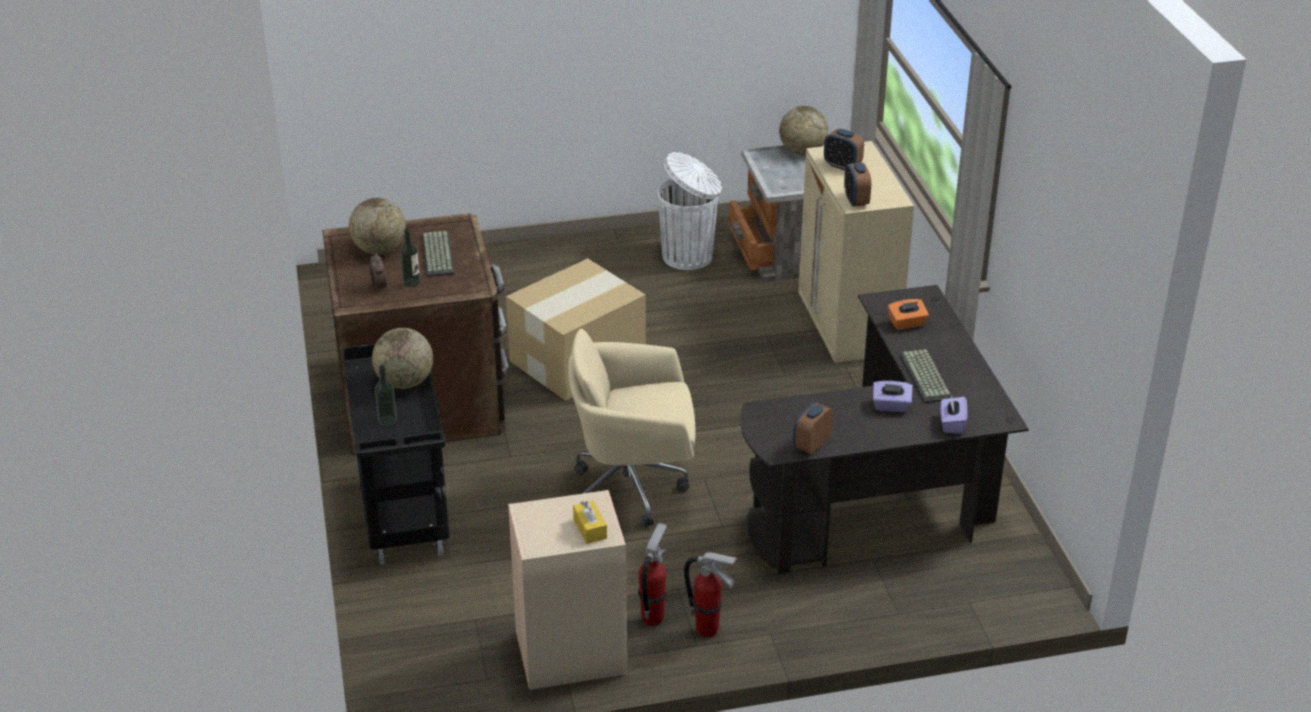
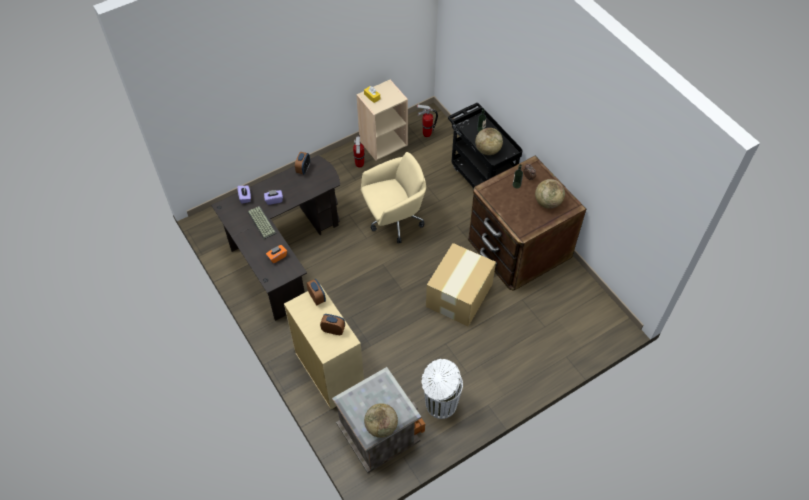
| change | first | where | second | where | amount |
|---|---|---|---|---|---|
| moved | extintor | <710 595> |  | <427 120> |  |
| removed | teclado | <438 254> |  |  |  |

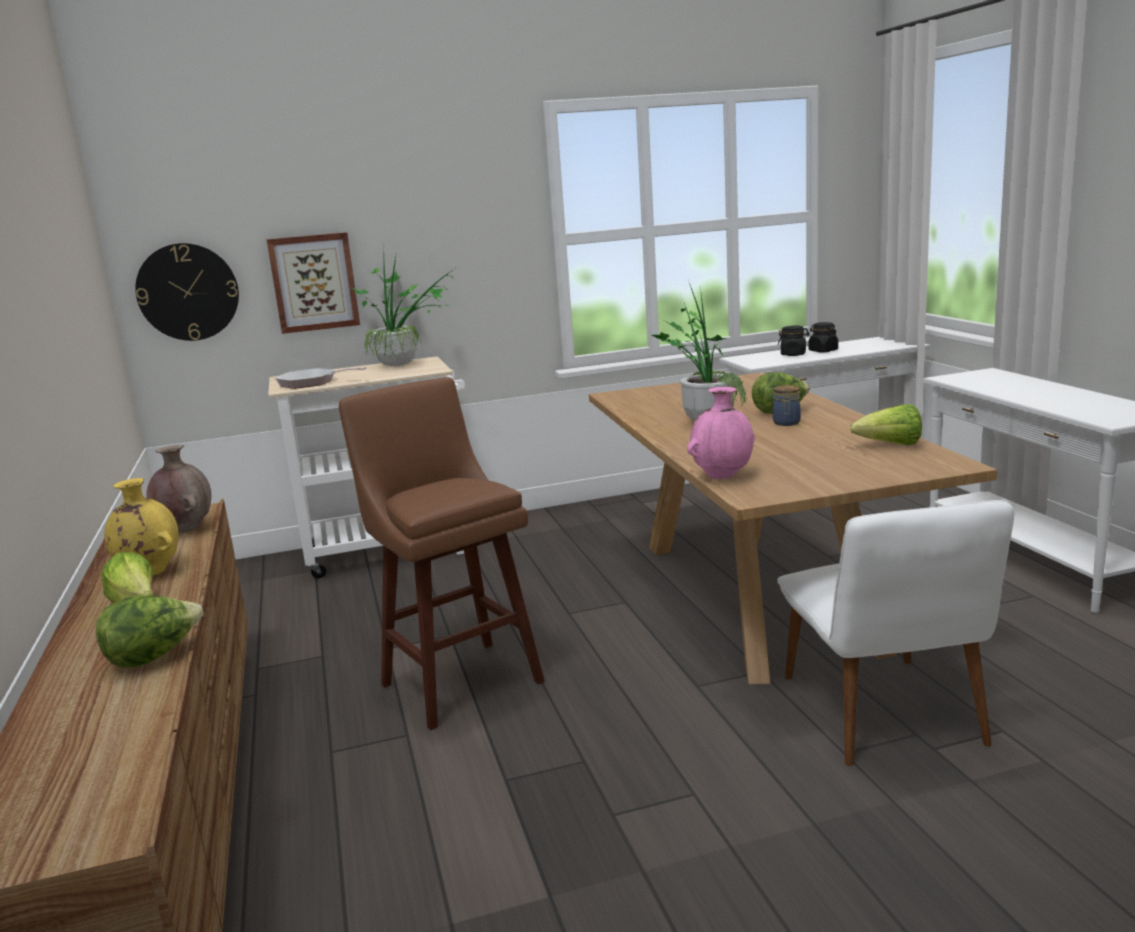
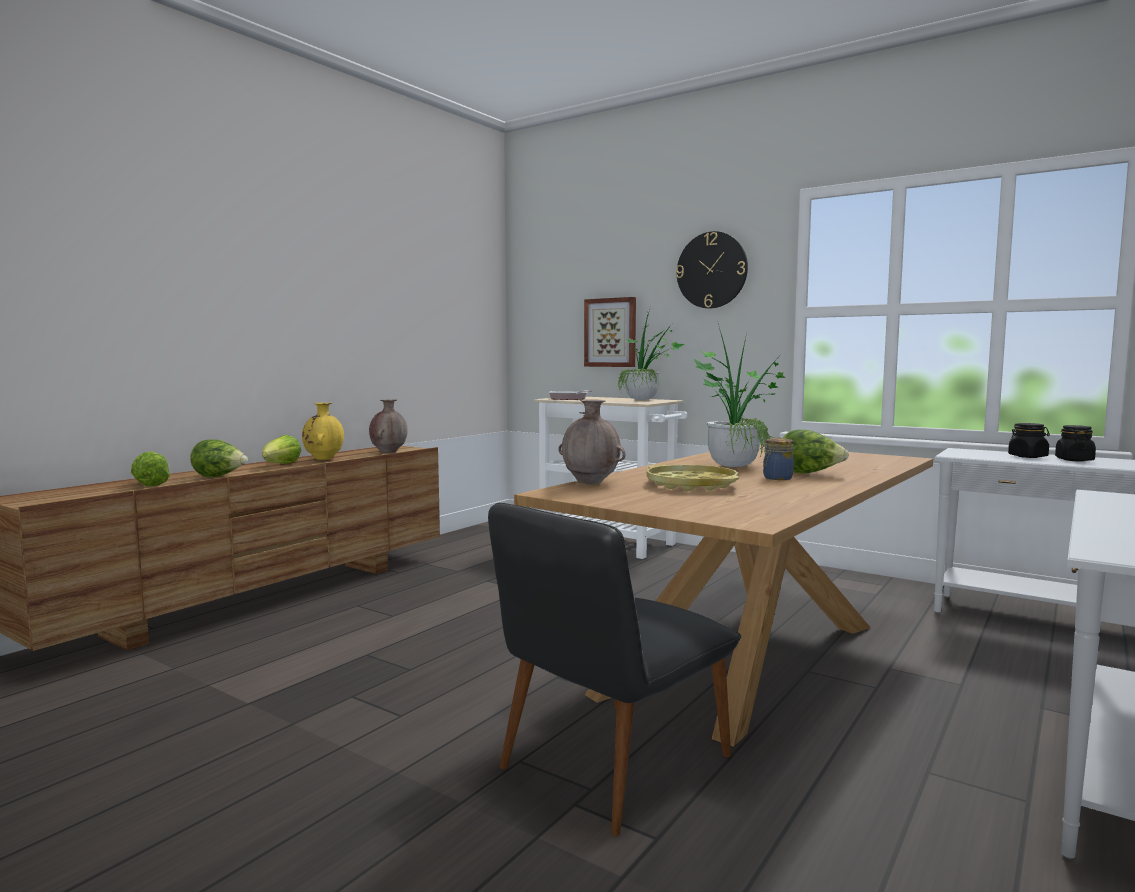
| change | first | where | second | where | amount |
|---|---|---|---|---|---|
| moved | lechuga | <886 424> |  | <150 468> |  |
| recoloured | silla/blanco | <895 633> | silla/negro | <614 669> |  |
| recoloured | florero/rosa | <721 433> | florero/marrón | <592 442> |  |
| added |  |  | bandeja/amarillo | <692 478> |  |
| moved | reloj de pared | <187 292> |  | <712 269> |  |
| removed | taburete/marrón | <442 553> |  |  |  |

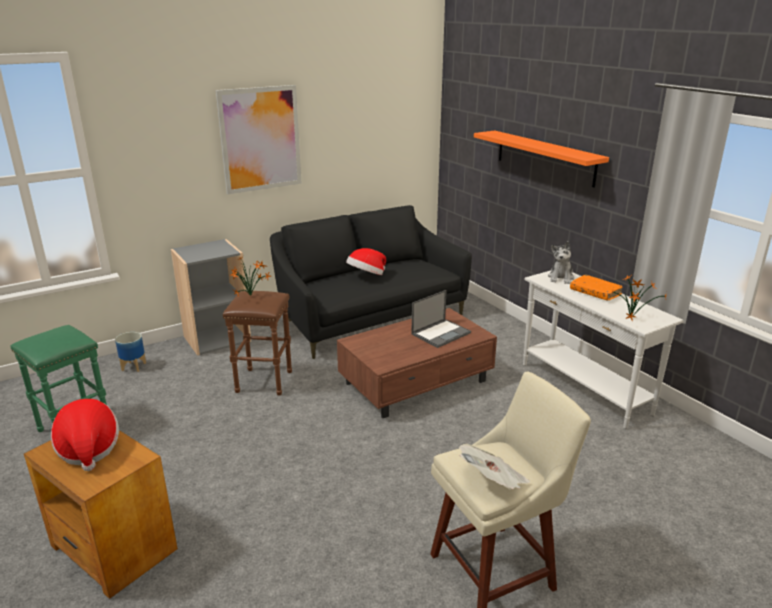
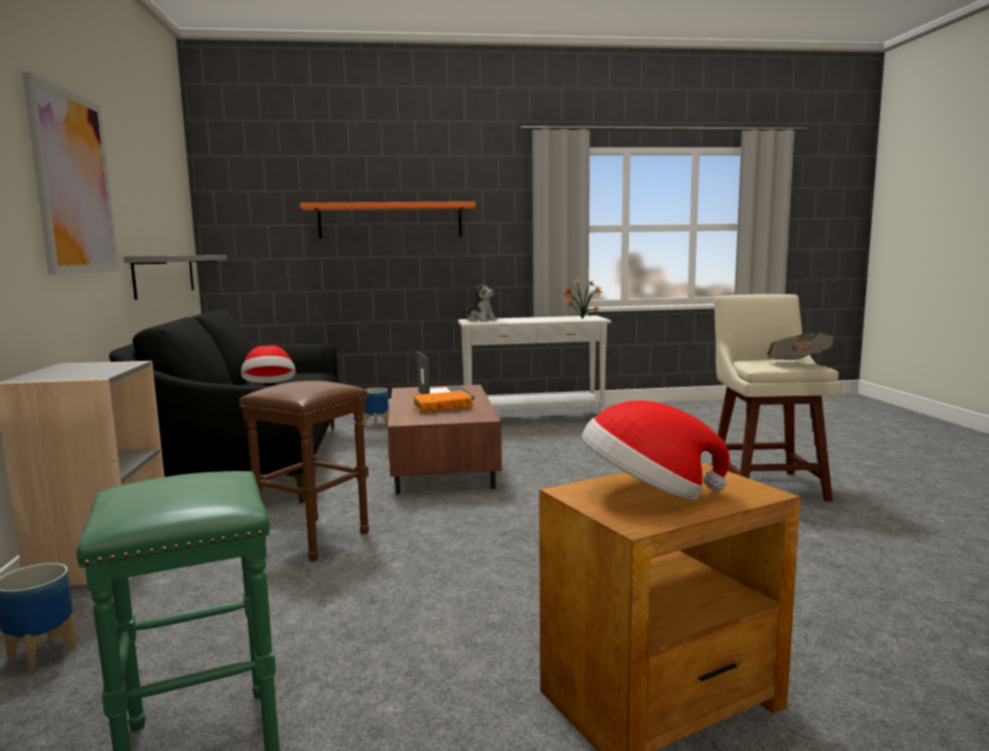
| change | first | where | second | where | amount |
|---|---|---|---|---|---|
| added |  |  | estante/gris | <175 277> |  |
| added |  |  | maceta | <376 408> |  |
| moved | libro/naranja | <596 288> |  | <443 401> |  |
| removed | planta en maceta | <250 277> |  |  |  |

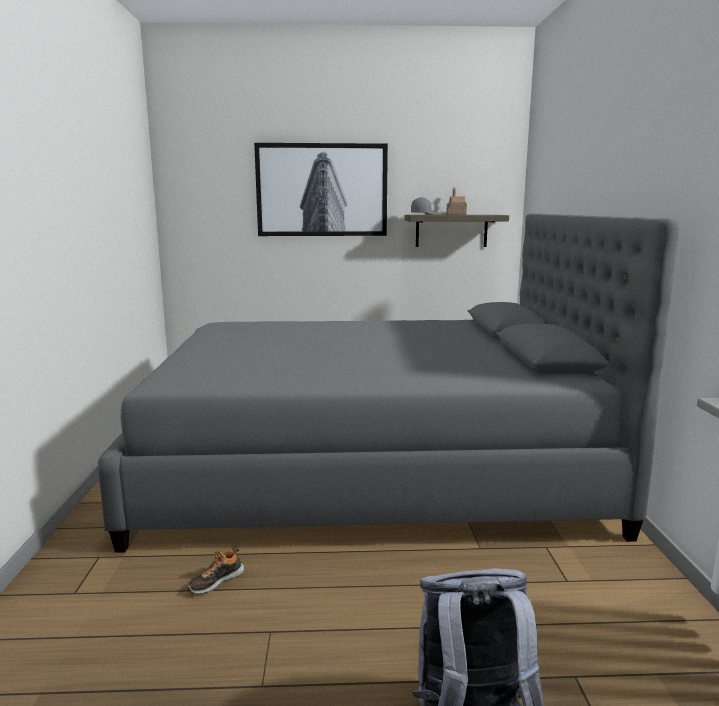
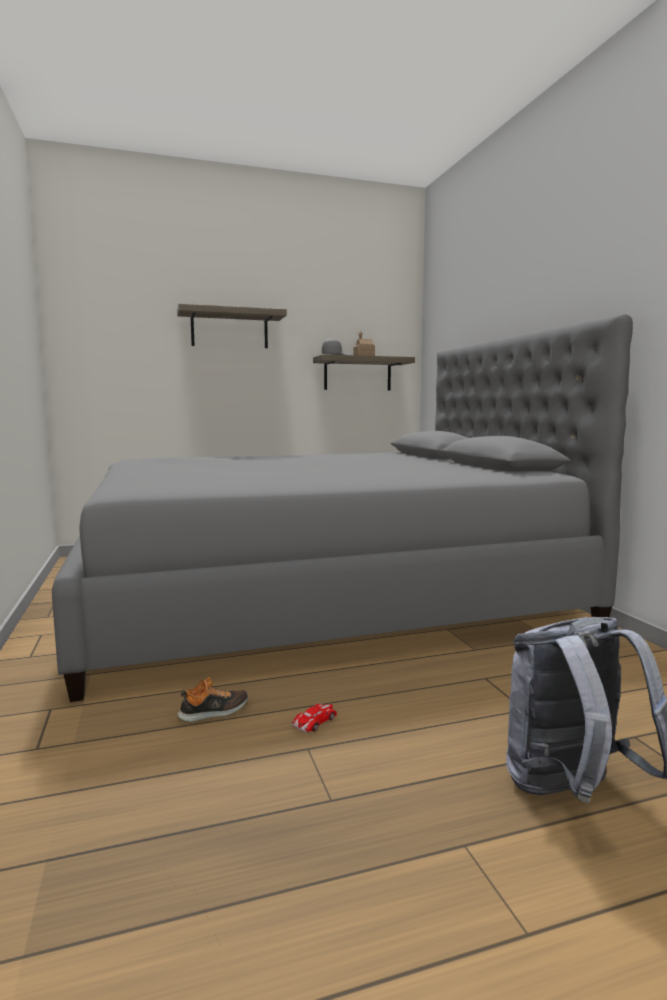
| change | first | where | second | where | amount |
|---|---|---|---|---|---|
| replaced | cuadro | <321 189> | estante | <232 326> |  |
| turned | zapato | <215 571> |  | <213 699> | 150 degrees counterclockwise |
| added |  |  | coche de juguete | <314 718> |  |

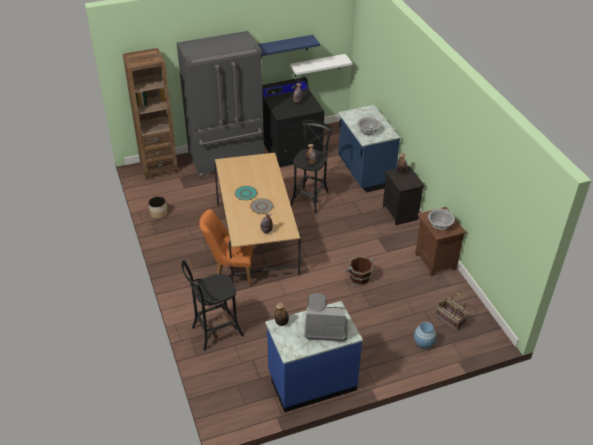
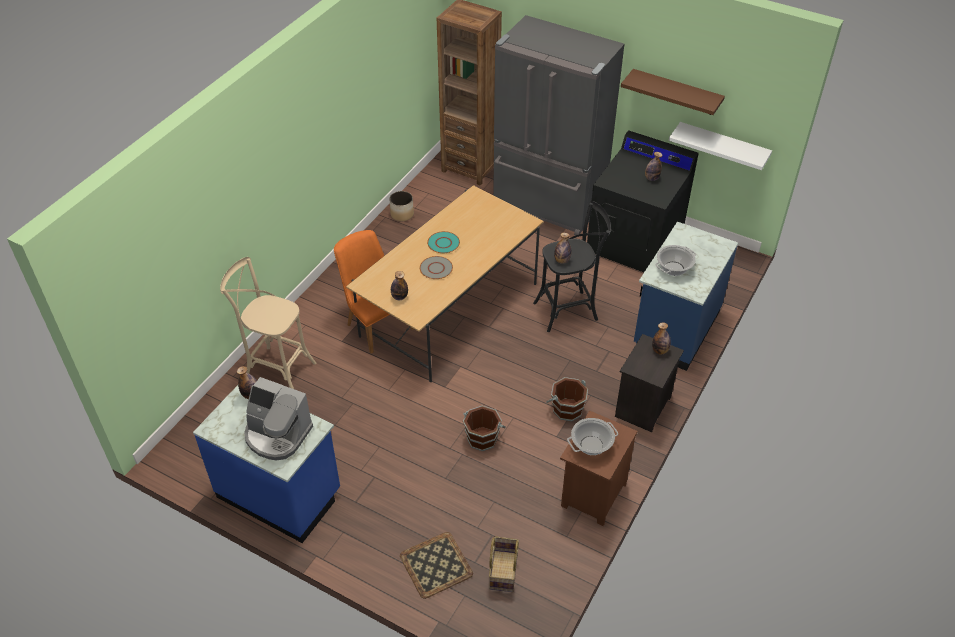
| change | first | where | second | where | amount |
|---|---|---|---|---|---|
| recoloured | taburete/negro | <213 305> | taburete/beis | <268 323> |  |
| turned | cafetera | <326 317> |  | <278 419> | 150 degrees clockwise |
| replaced | florero/azul | <425 335> | bandeja | <436 565> |  |
| added |  |  | cubo/marrón | <567 399> |  |
| recoloured | estante/azul | <289 46> | estante/marrón | <673 92> |  |

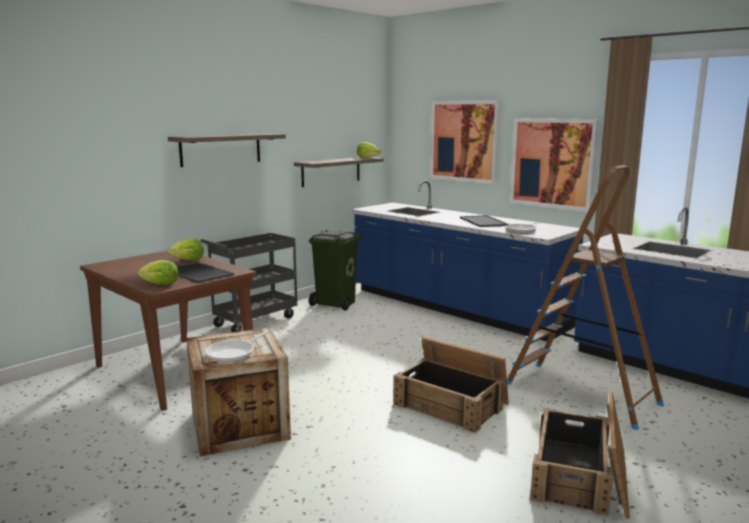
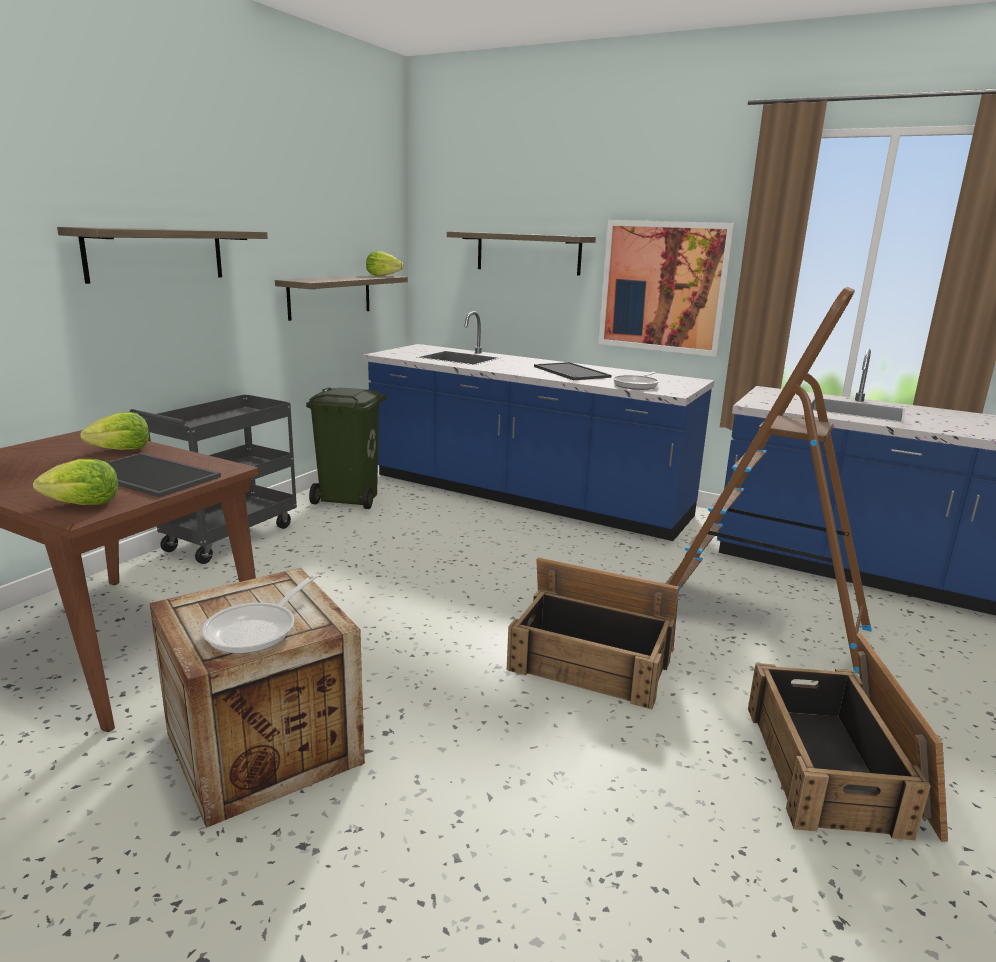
| change | first | where | second | where | amount |
|---|---|---|---|---|---|
| replaced | cuadro | <465 142> | estante | <521 254> |  |

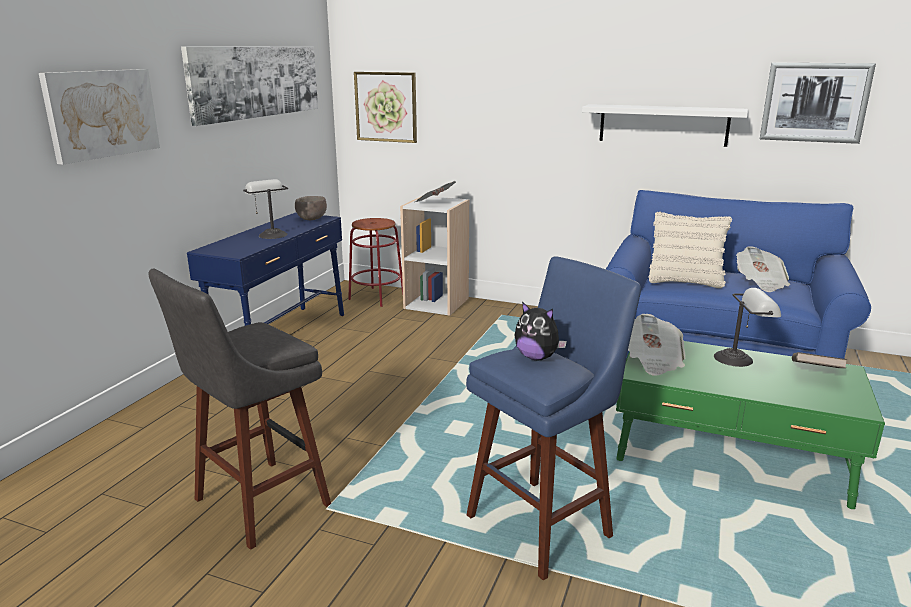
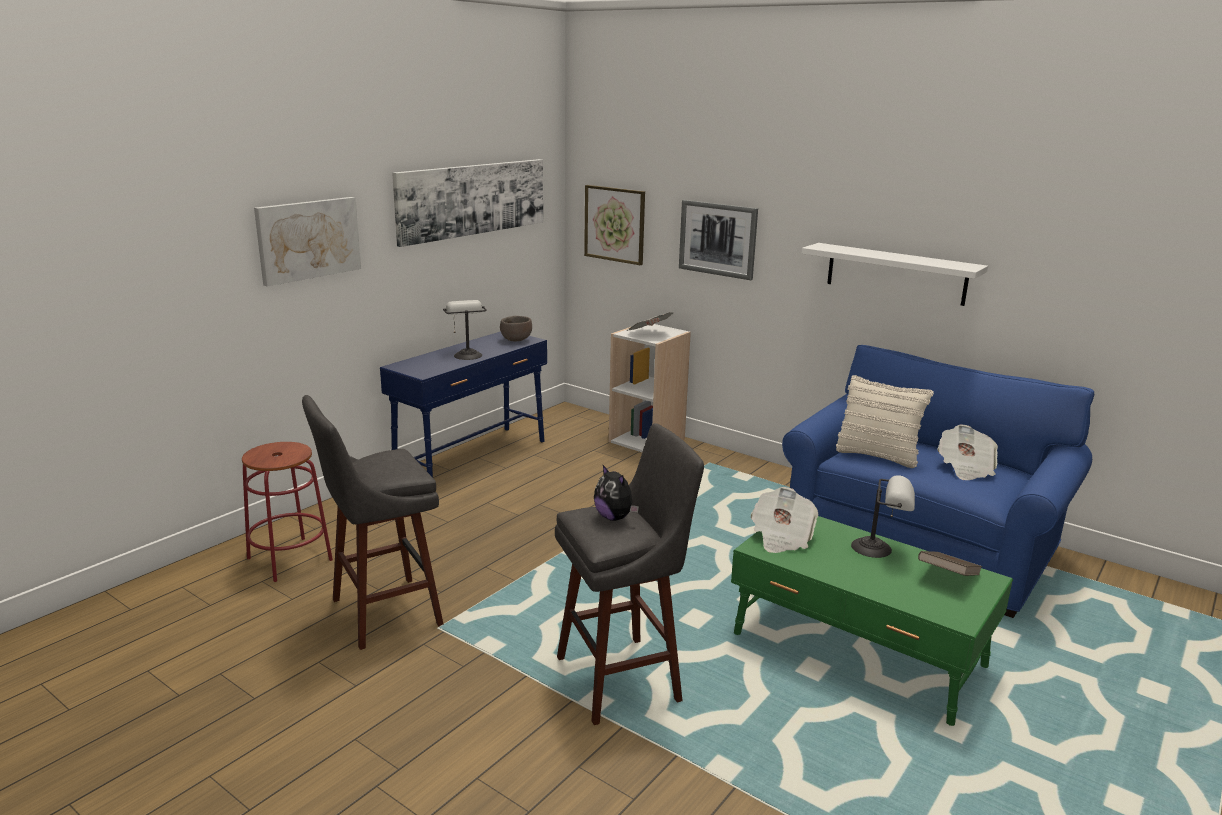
| change | first | where | second | where | amount |
|---|---|---|---|---|---|
| moved | taburete/rojo | <375 262> |  | <287 512> |  |
| recoloured | taburete/azul | <553 418> | taburete/gris | <629 574> |  |
| moved | cuadro | <818 103> |  | <718 240> |  |

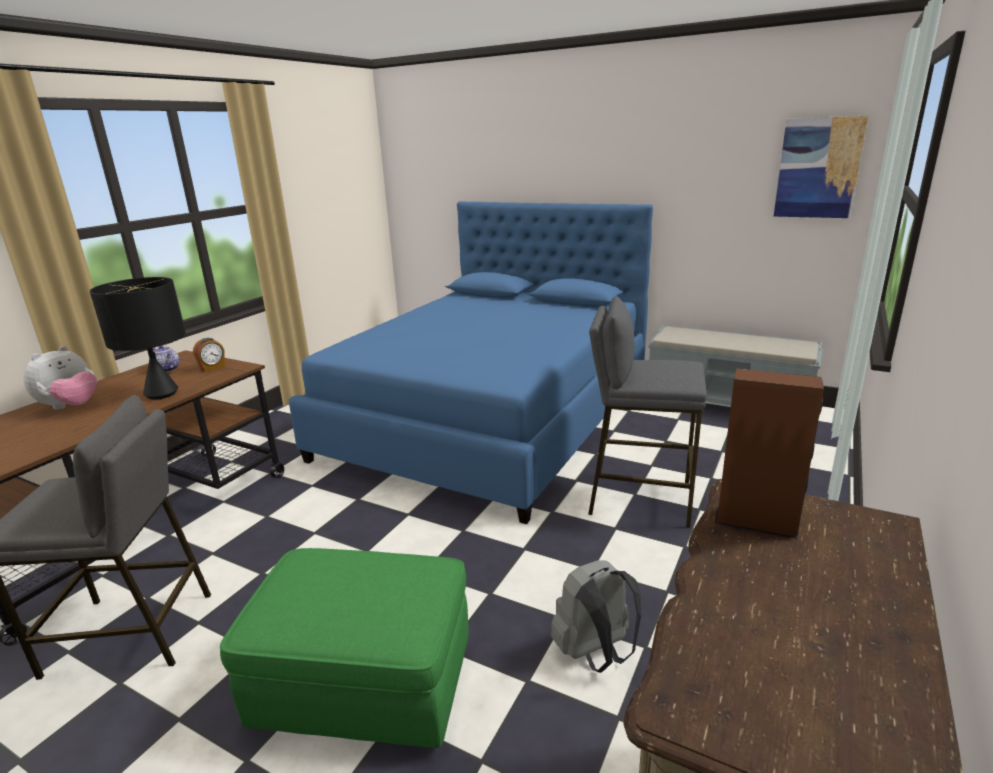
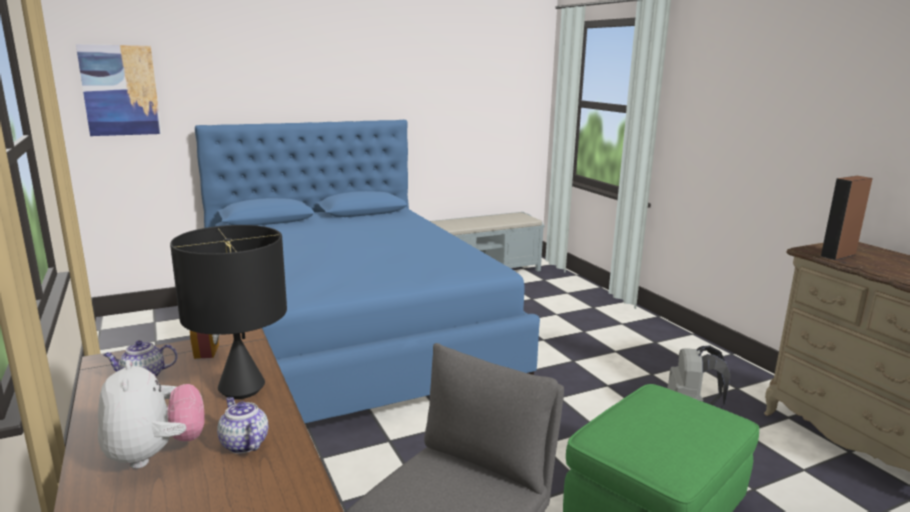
| change | first | where | second | where | amount |
|---|---|---|---|---|---|
| moved | cuadro | <821 166> |  | <119 90> |  |
| added |  |  | tetera | <242 425> |  |
| removed | taburete/gris | <647 412> |  |  |  |

